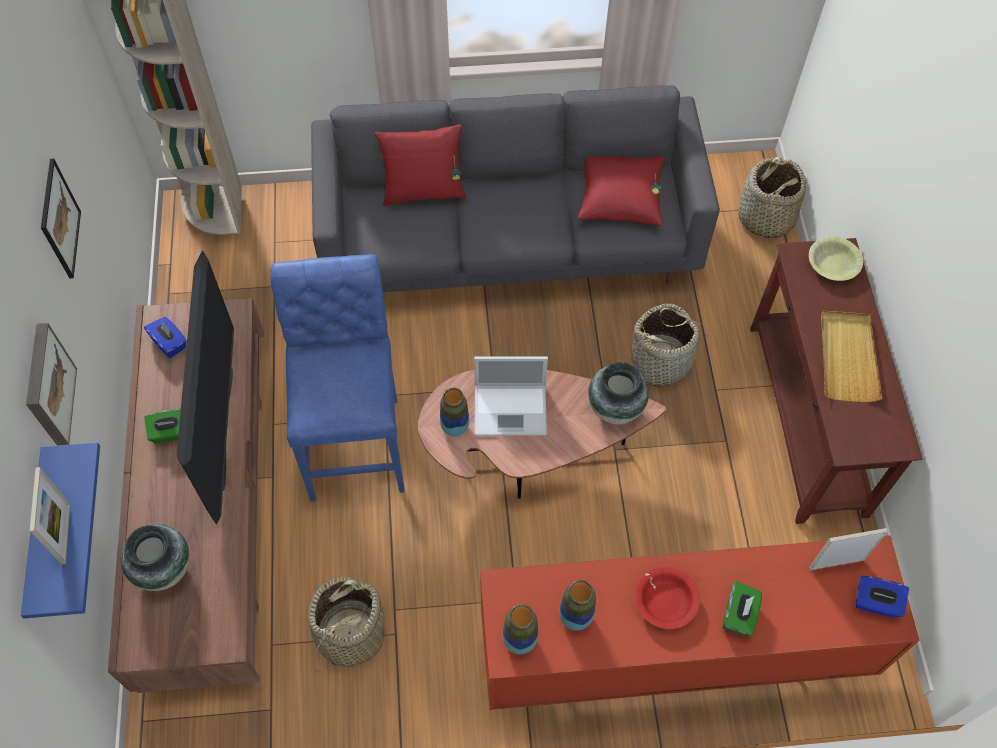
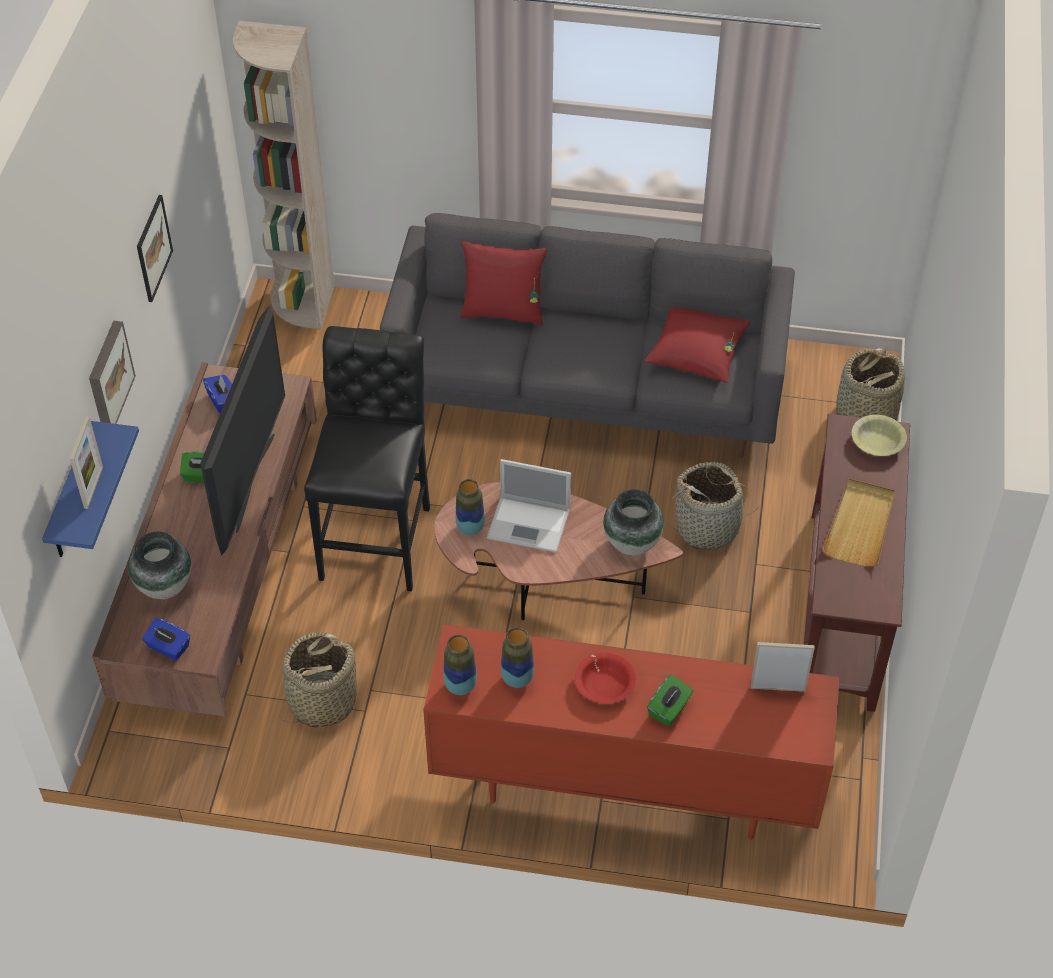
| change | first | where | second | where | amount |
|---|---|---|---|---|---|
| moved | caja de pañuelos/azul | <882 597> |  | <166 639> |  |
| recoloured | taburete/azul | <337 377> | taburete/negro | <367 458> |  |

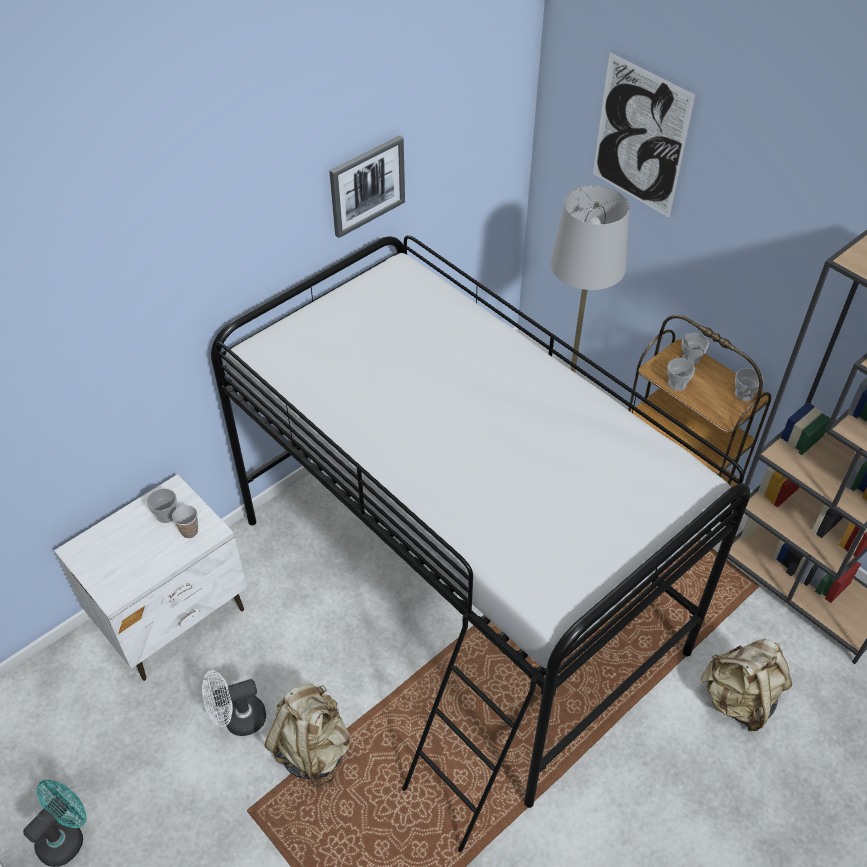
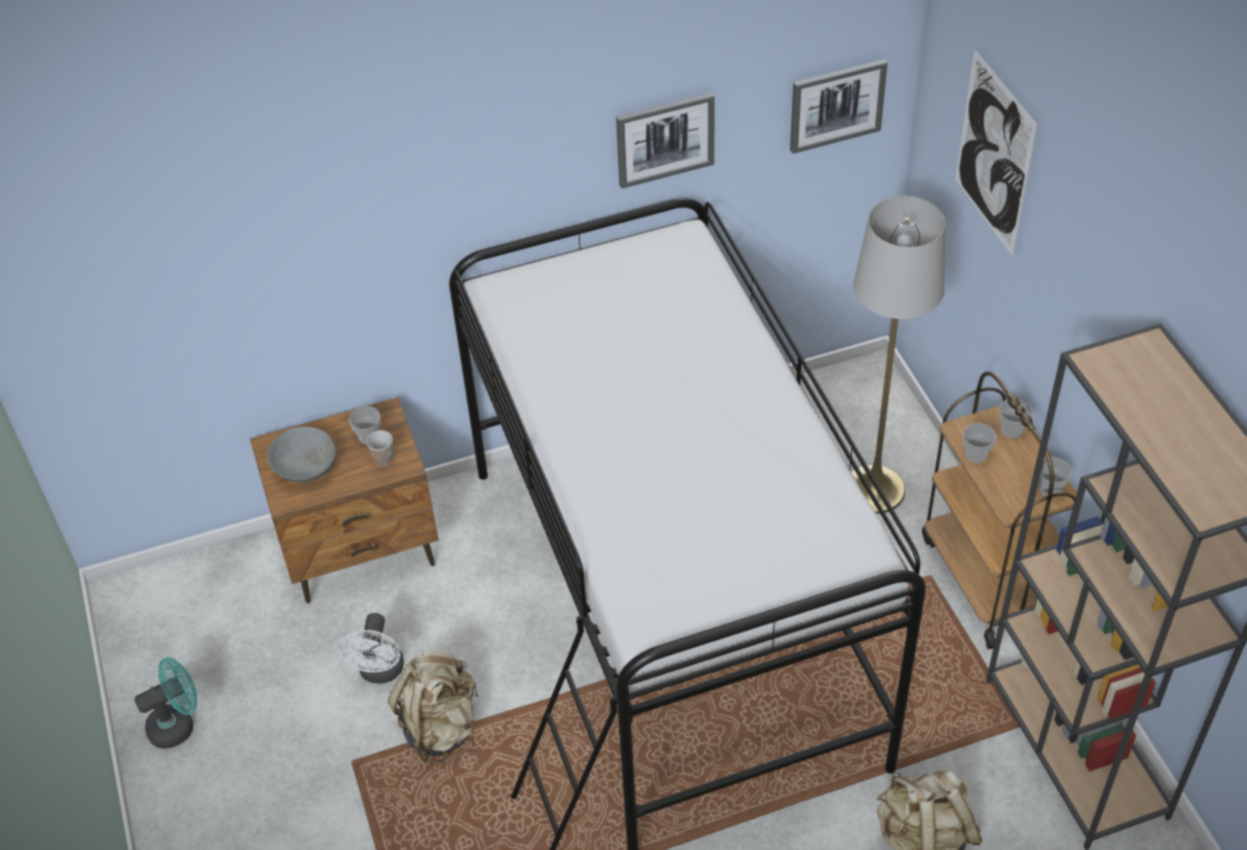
| change | first | where | second | where | amount |
|---|---|---|---|---|---|
| recoloured | mesita de noche/blanco | <150 577> | mesita de noche/marrón | <344 500> |  |
| added |  |  | cuenco/gris | <301 454> |  |
| turned | ventilador/blanco | <234 703> |  | <371 648> | 90 degrees counterclockwise |
| added |  |  | cuadro | <838 106> |  |

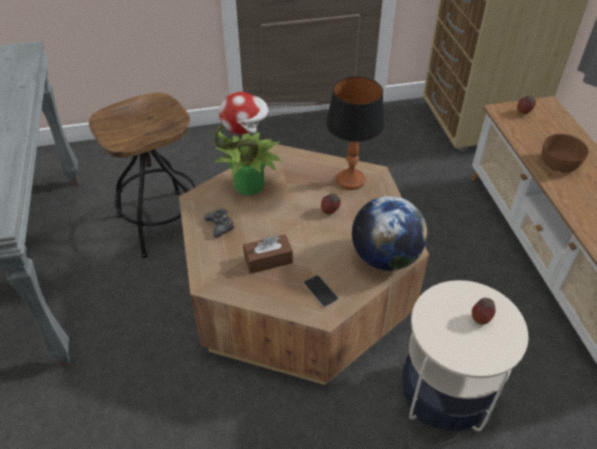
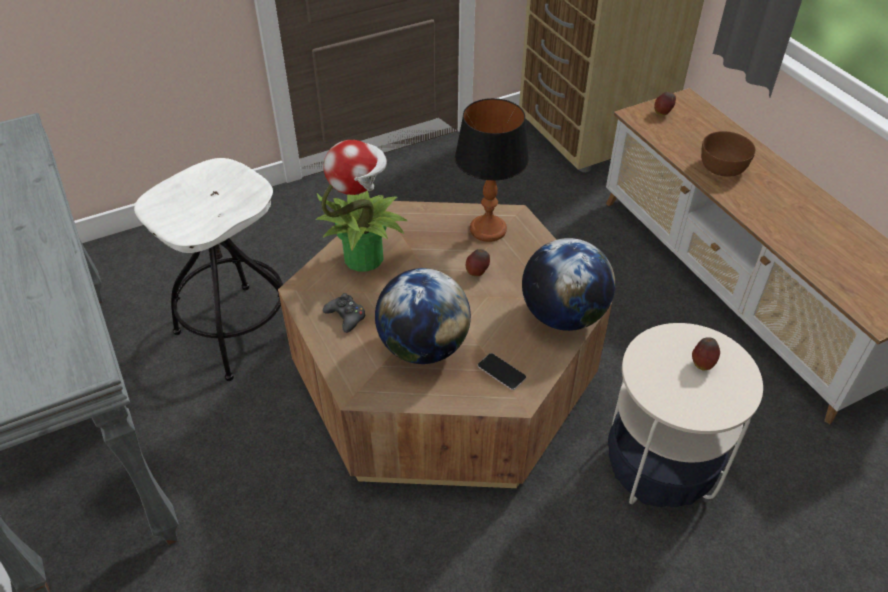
| change | first | where | second | where | amount |
|---|---|---|---|---|---|
| recoloured | taburete/marrón | <142 175> | taburete/blanco | <208 269> |  |
| replaced | caja de pañuelos/marrón | <268 254> | globo terráqueo | <423 316> |  |

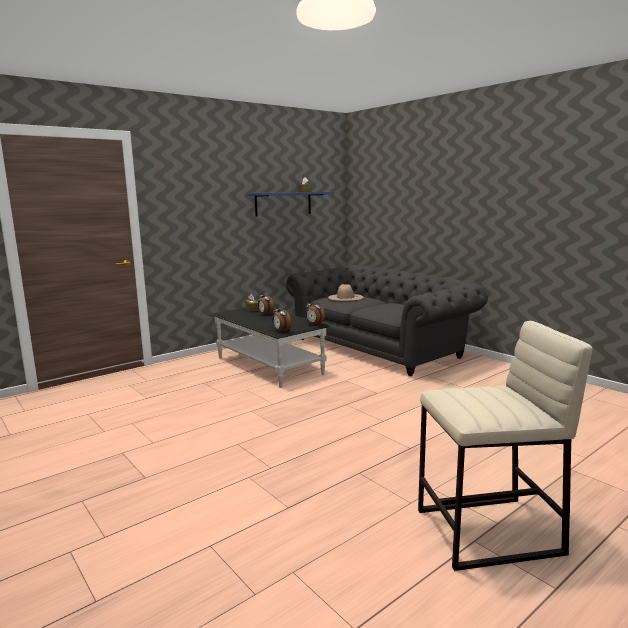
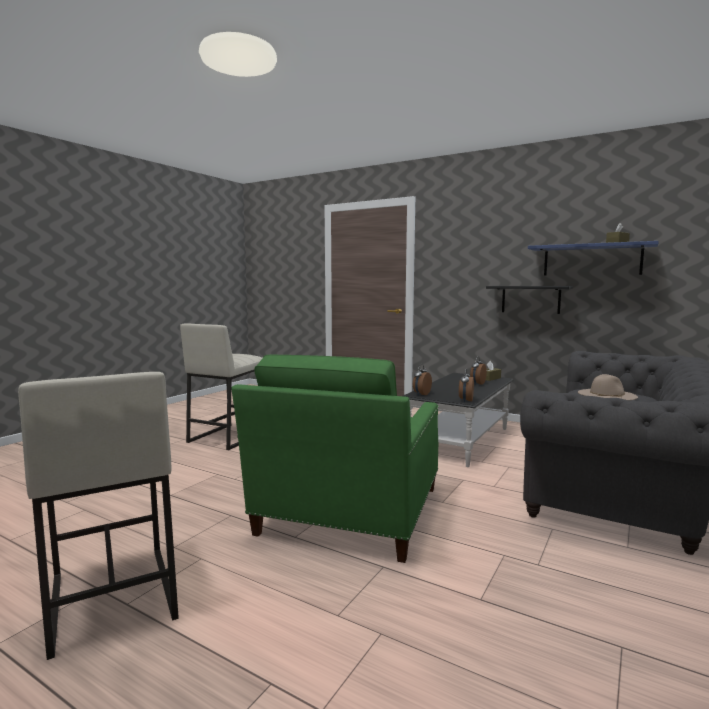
| change | first | where | second | where | amount |
|---|---|---|---|---|---|
| added |  |  | taburete/beis | <221 387> |  |
| added |  |  | sillón/verde | <335 458> |  |
| added |  |  | estante/negro | <529 300> |  |

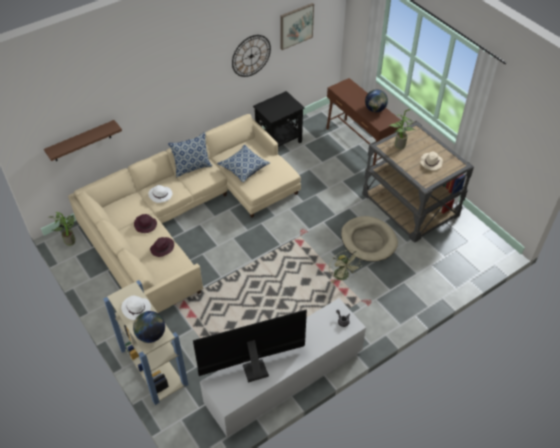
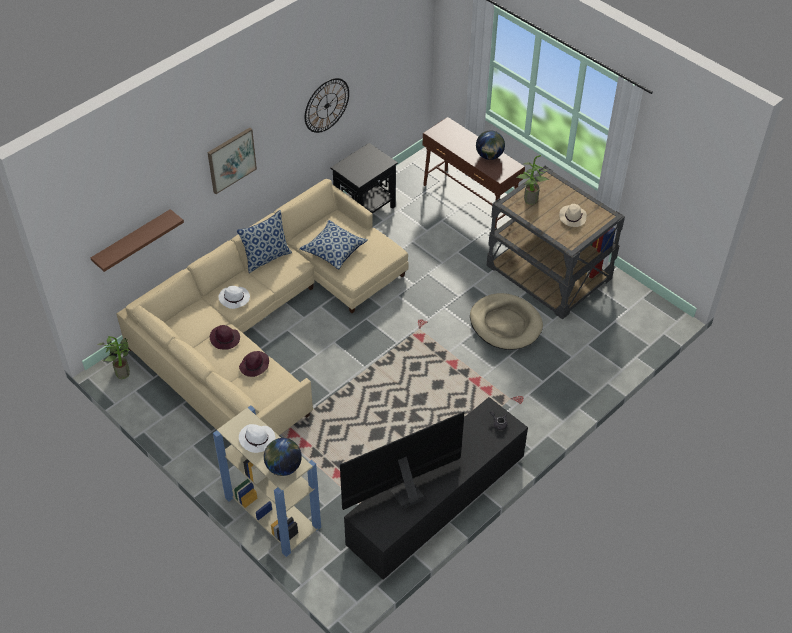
| change | first | where | second | where | amount |
|---|---|---|---|---|---|
| moved | cuadro | <297 26> |  | <232 161> |  |
| recoloured | mueble de televisión/blanco | <283 367> | mueble de televisión/negro | <436 488> |  |
| removed | ventilador/verde | <345 266> |  |  |  |

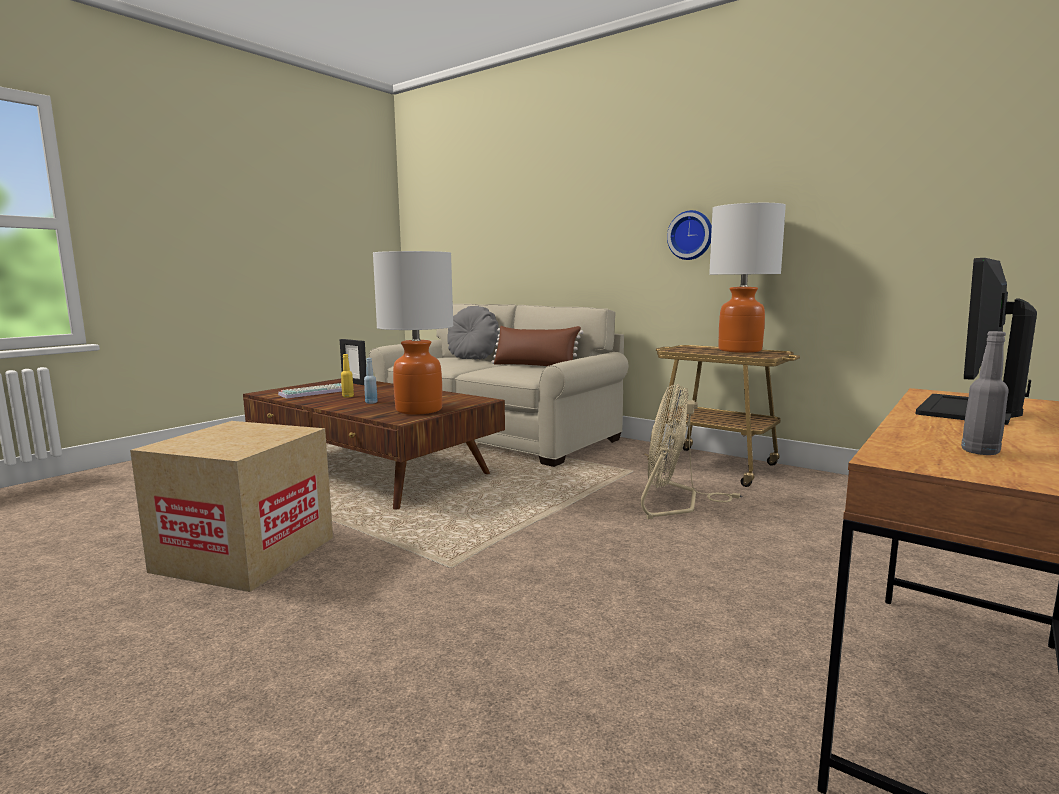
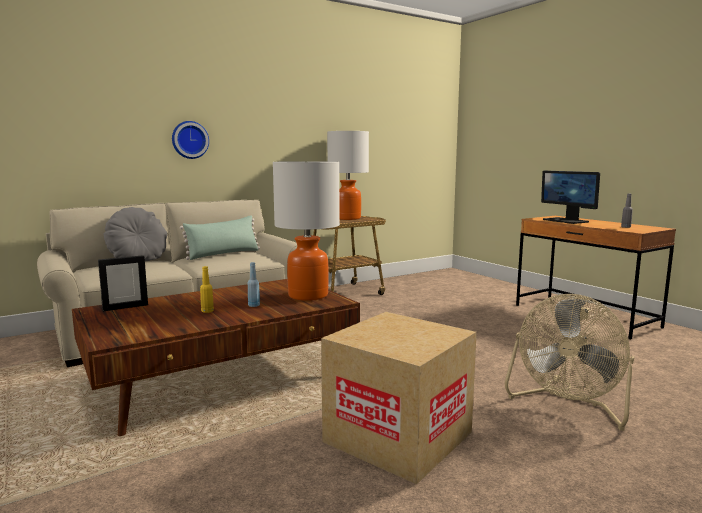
| change | first | where | second | where | amount |
|---|---|---|---|---|---|
| moved | reloj de pared | <689 235> |  | <190 140> |  |
| recoloured | cojín/marrón | <537 346> | cojín/verde | <220 237> |  |
| moved | ventilador/beis | <691 451> |  | <569 362> |  |
| removed | teclado | <310 391> |  |  |  |

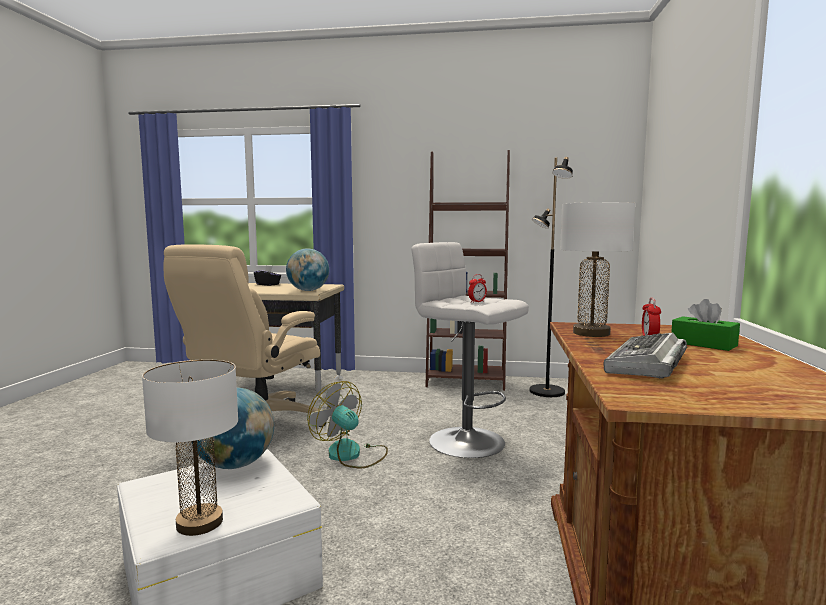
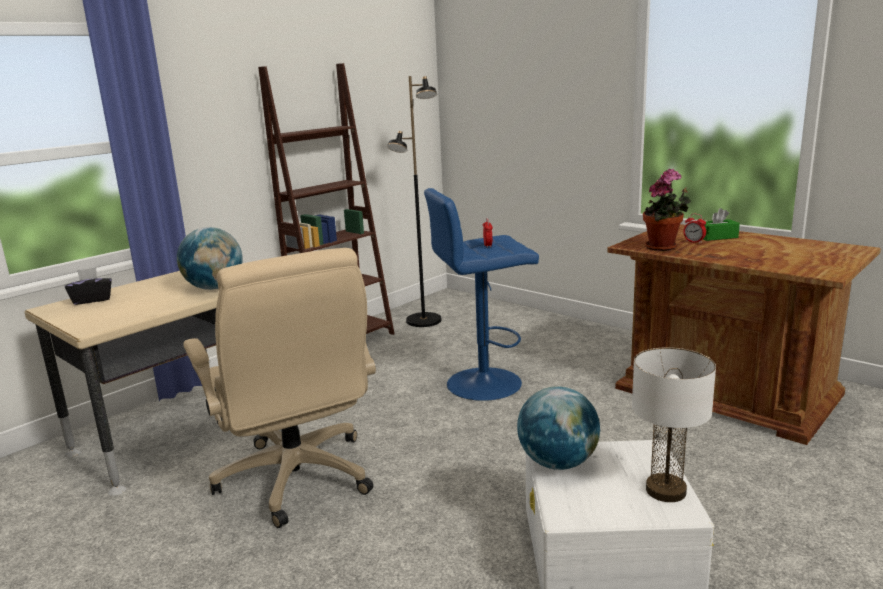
| change | first | where | second | where | amount |
|---|---|---|---|---|---|
| recoloured | taburete/blanco | <470 350> | taburete/azul | <481 294> |  |
| replaced | lámpara de mesa | <597 269> | planta en maceta | <667 210> |  |
| removed | ventilador | <347 424> |  |  |  |
| removed | teclado | <645 356> |  |  |  |

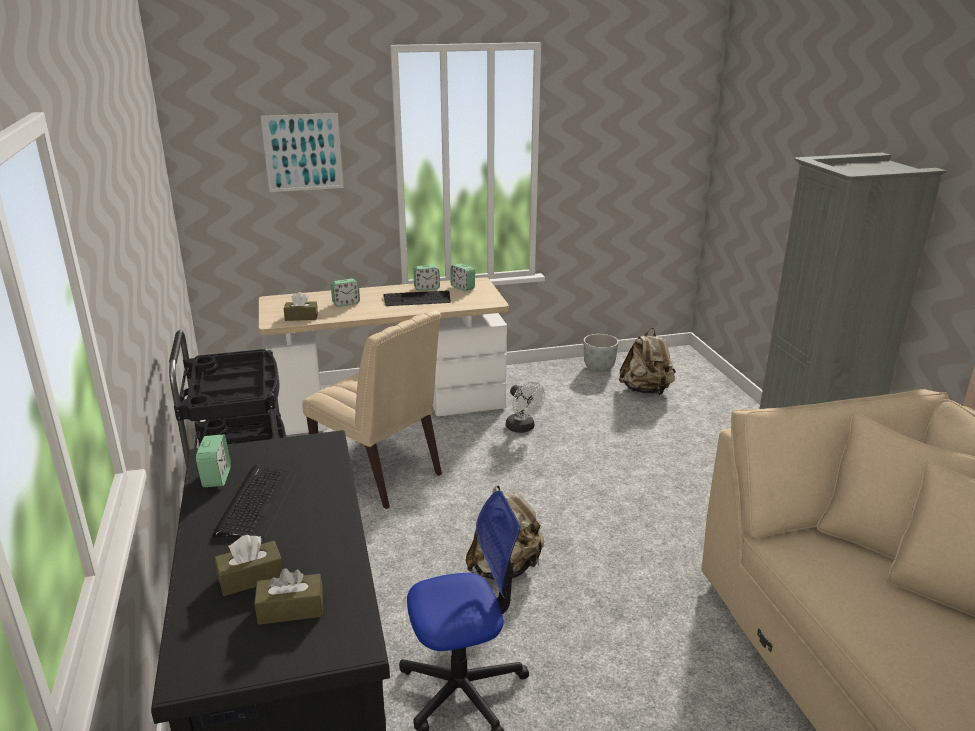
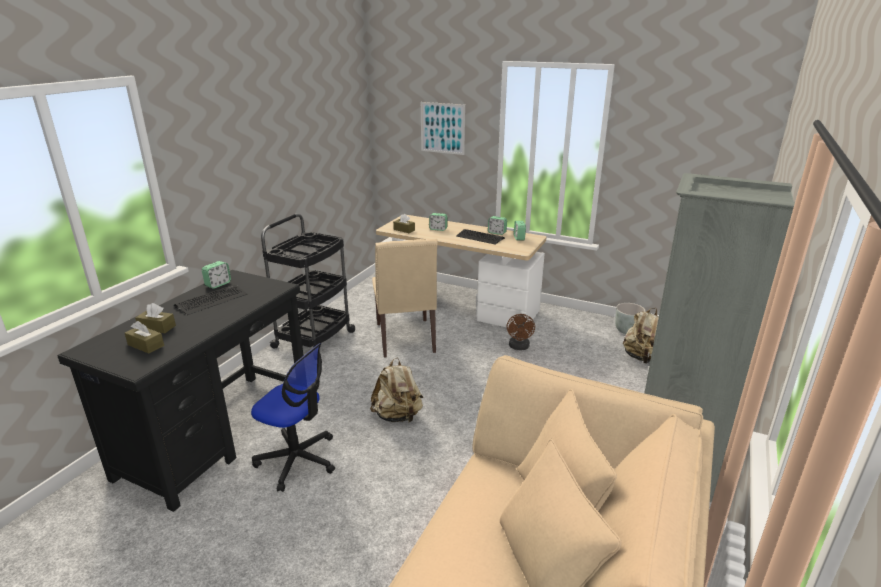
| change | first | where | second | where | amount |
|---|---|---|---|---|---|
| recoloured | ventilador/blanco | <525 407> | ventilador/marrón | <521 332> |  |

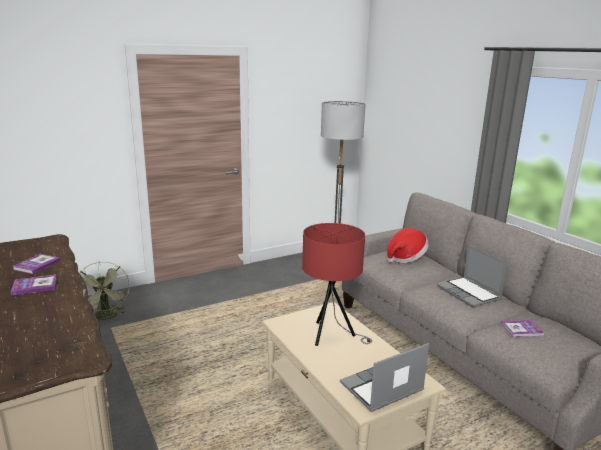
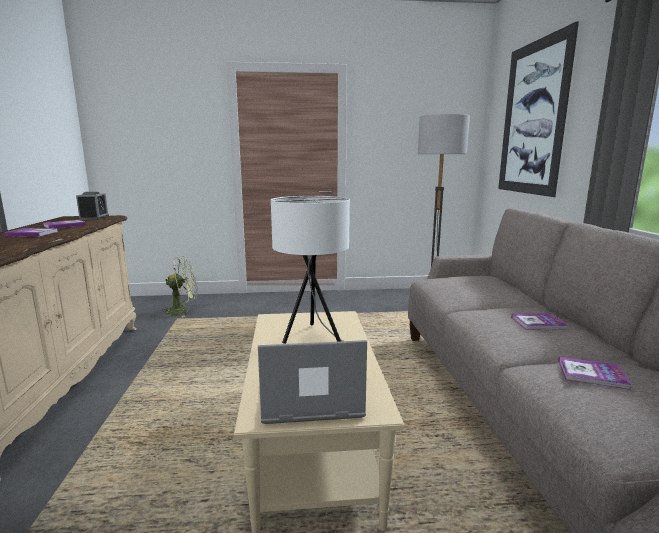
| change | first | where | second | where | amount |
|---|---|---|---|---|---|
| added |  |  | despertador | <92 206> |  |
| turned | ventilador/verde | <105 290> |  | <179 286> | 105 degrees counterclockwise |
| recoloured | lámpara de mesa/rojo | <337 284> | lámpara de mesa/blanco | <310 270> |  |
| added |  |  | cuadro | <538 109> |  |
| replaced | portátil | <472 275> | libro | <539 321> |  |
| removed | sombrero | <408 245> |  |  |  |

